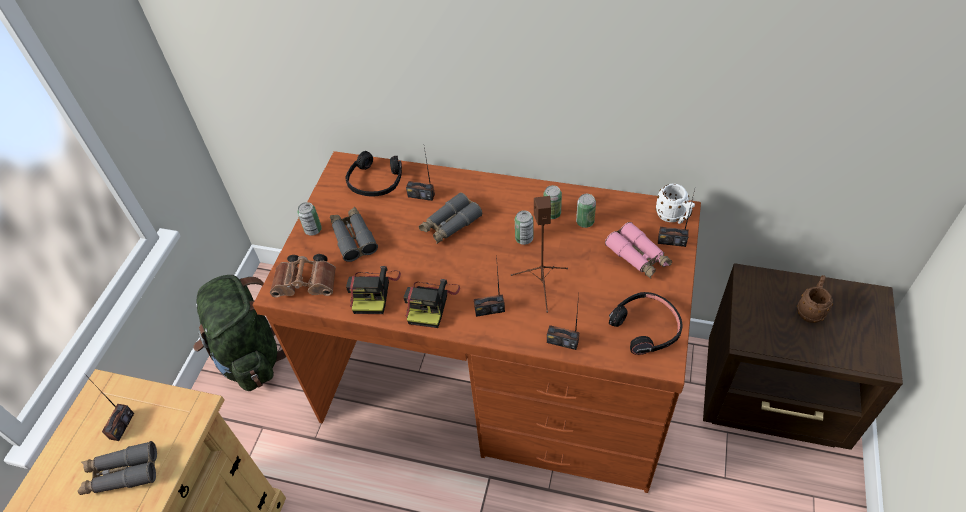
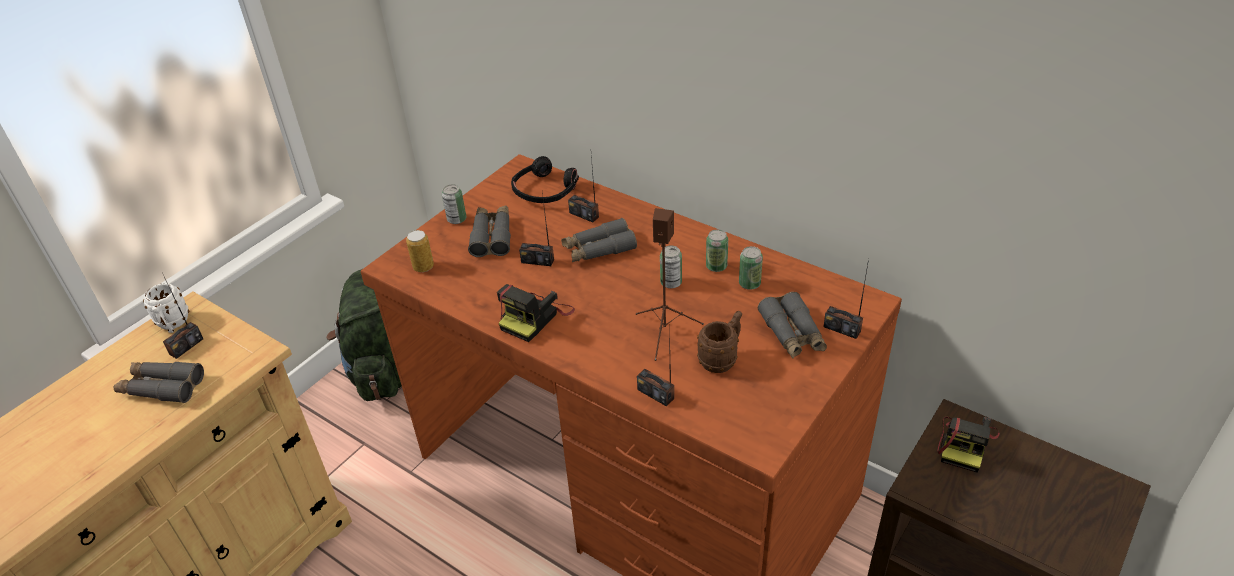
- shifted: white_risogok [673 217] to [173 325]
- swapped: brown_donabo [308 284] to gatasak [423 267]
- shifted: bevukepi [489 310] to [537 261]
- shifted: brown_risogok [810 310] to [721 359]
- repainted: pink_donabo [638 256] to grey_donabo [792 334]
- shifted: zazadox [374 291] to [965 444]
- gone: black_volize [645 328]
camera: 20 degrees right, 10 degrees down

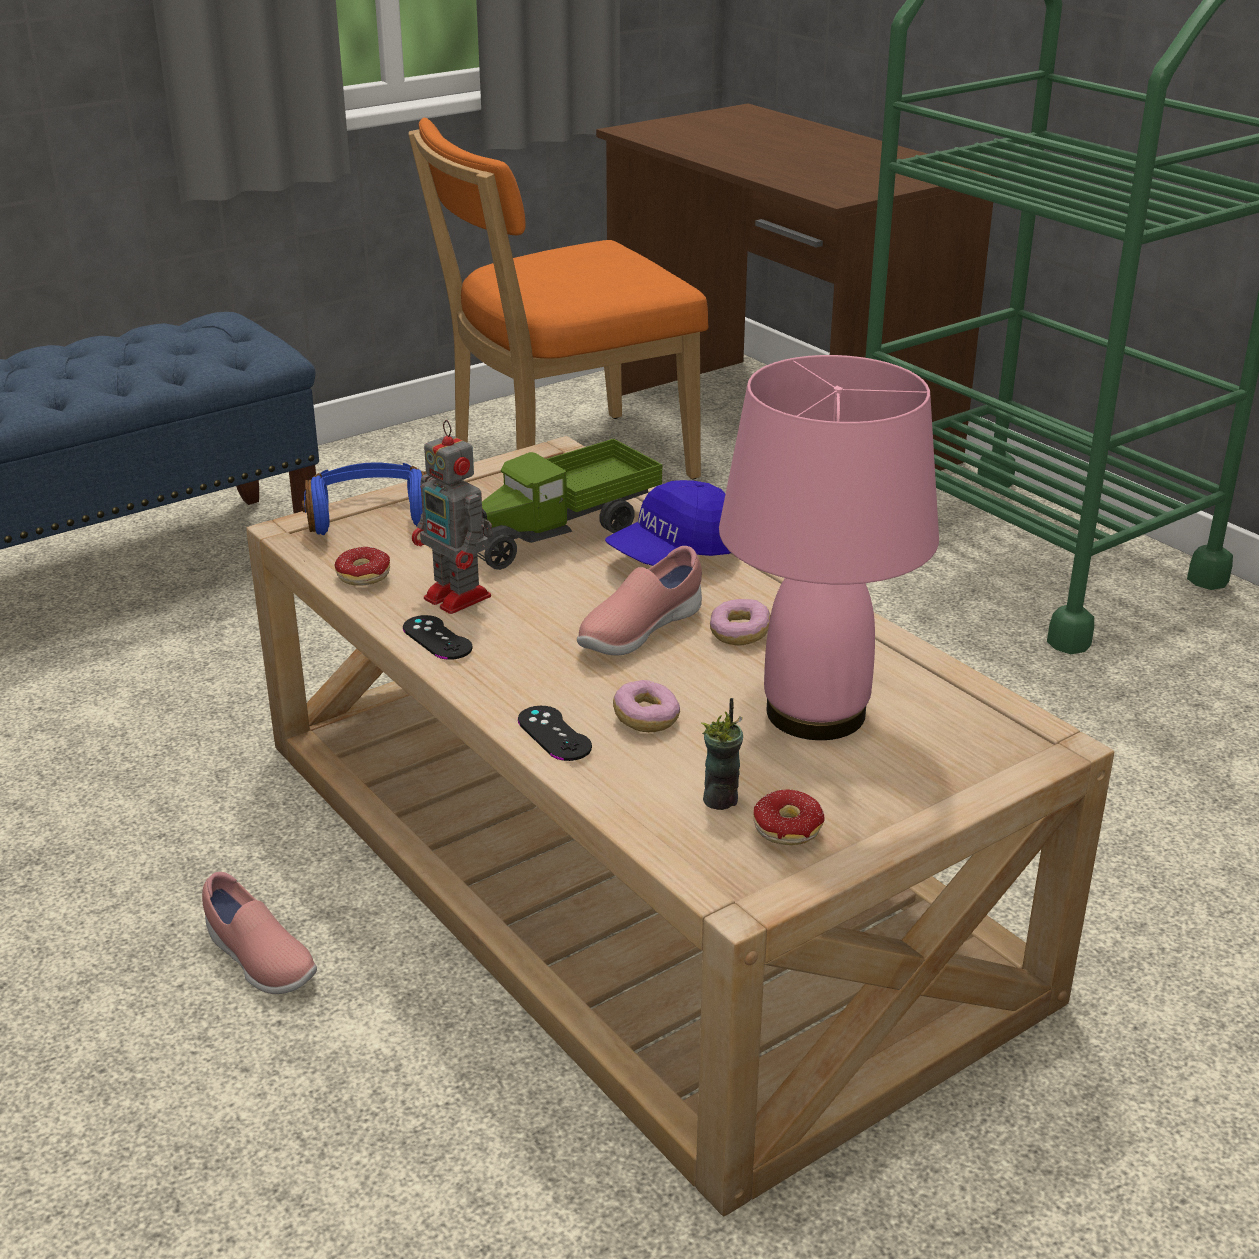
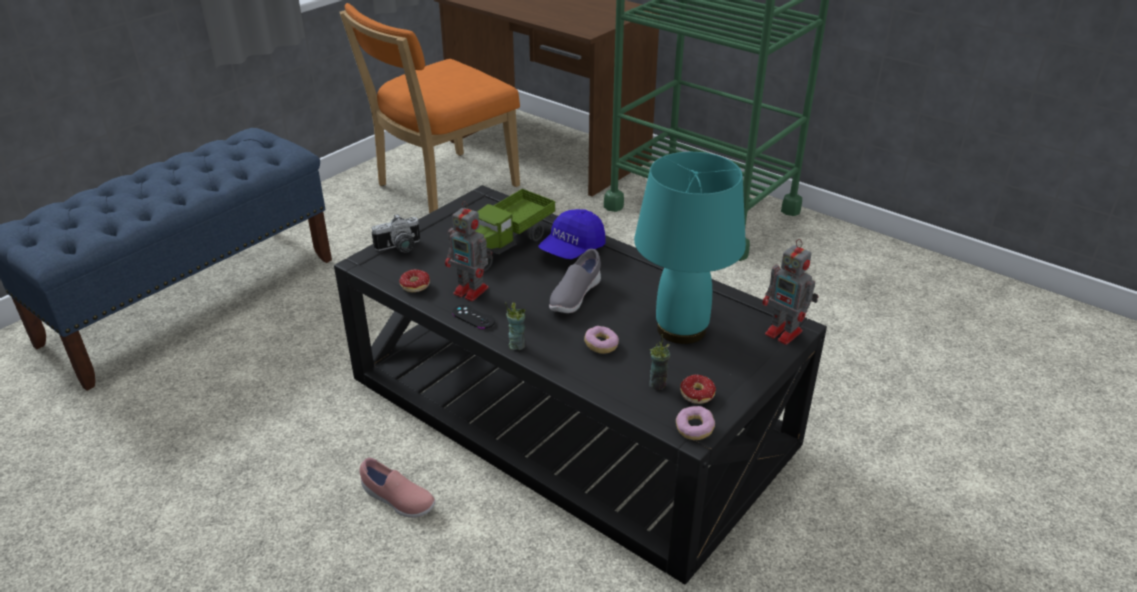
- repainted: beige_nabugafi [634 861] to black_nabugafi [570 409]
- swapped: blue_volize [370 515] to zazadox [400 248]
- new: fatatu [517 345]
- repainted: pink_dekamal [638 632] to grey_dekamal [574 297]
- repainted: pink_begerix [815 714] to turquoise_begerix [681 329]
- shifted: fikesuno [739 634] to [694 429]
- new: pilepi [785 333]
- gone: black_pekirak [554 734]
camera: 15 degrees left, 5 degrees up

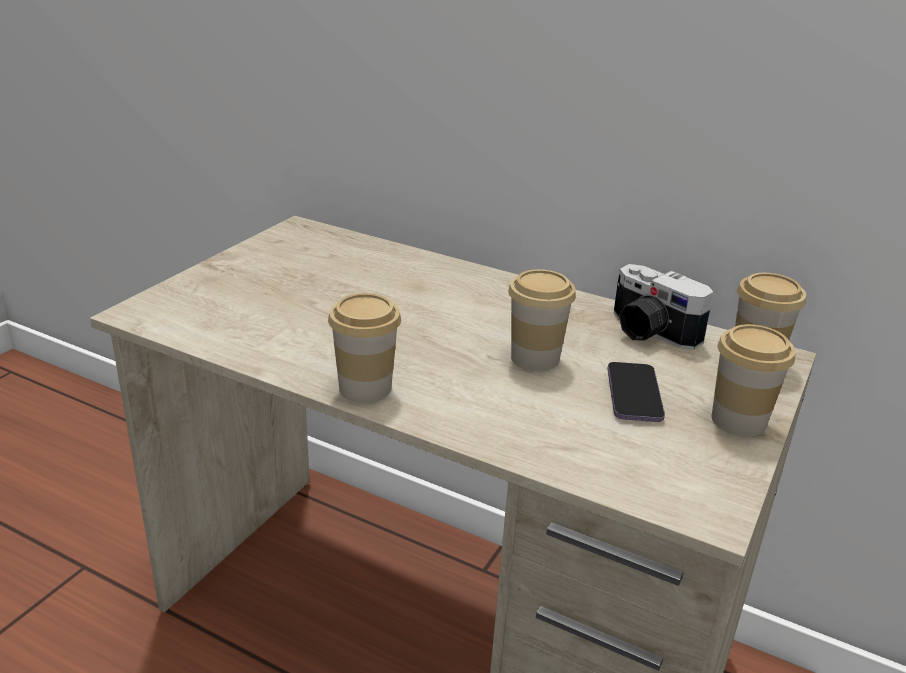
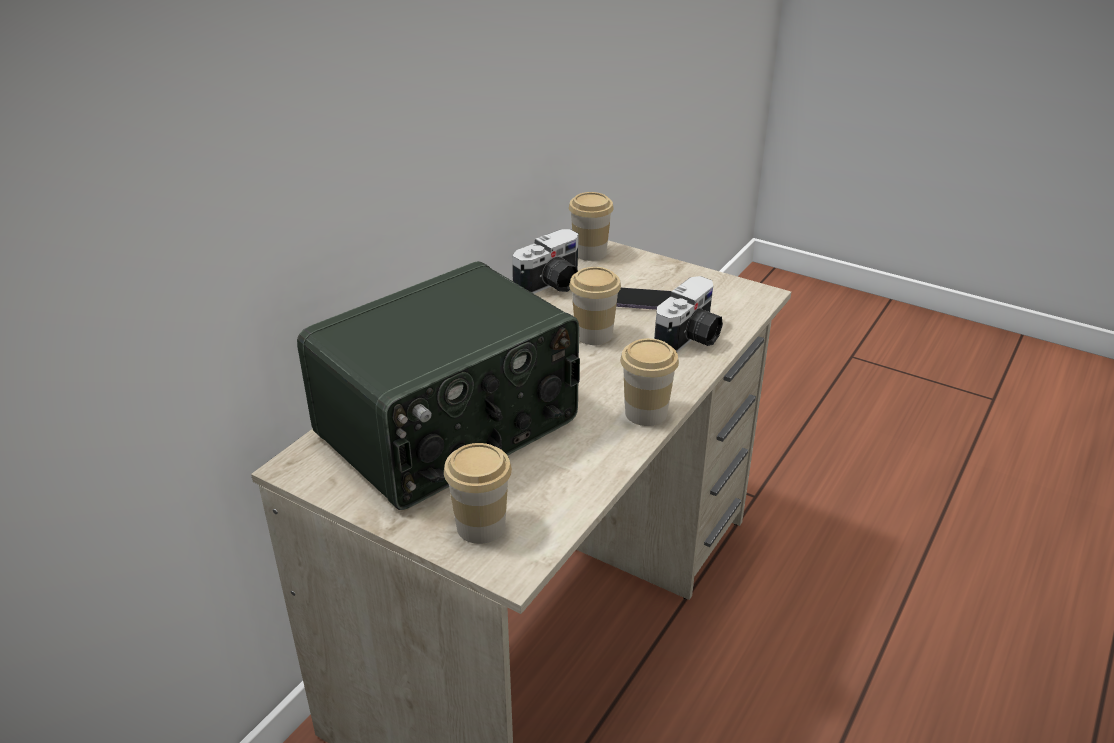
- new: bevukepi [450 430]
- shifted: fatatu [738 421] to [481 526]
- new: zazadox [691 338]
camera: 85 degrees left, 5 degrees up

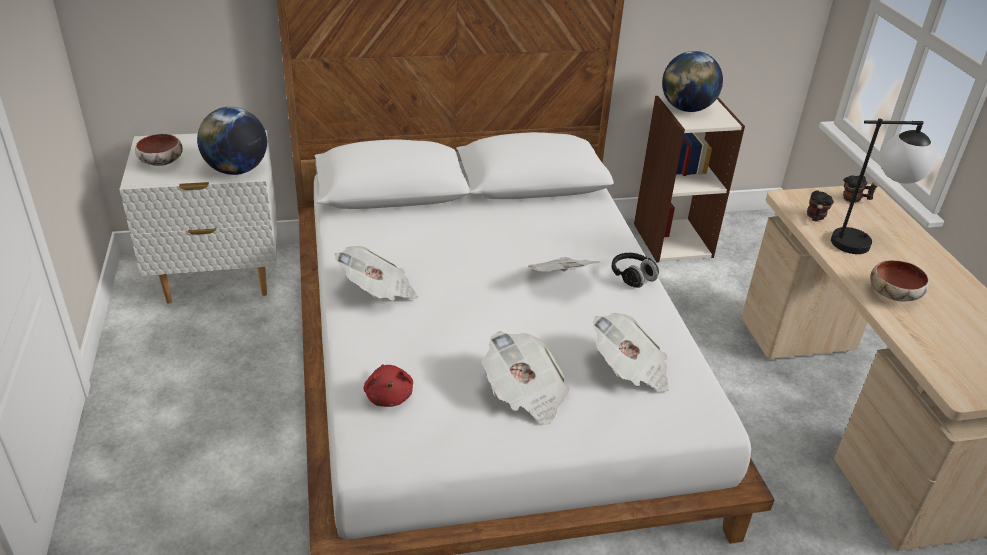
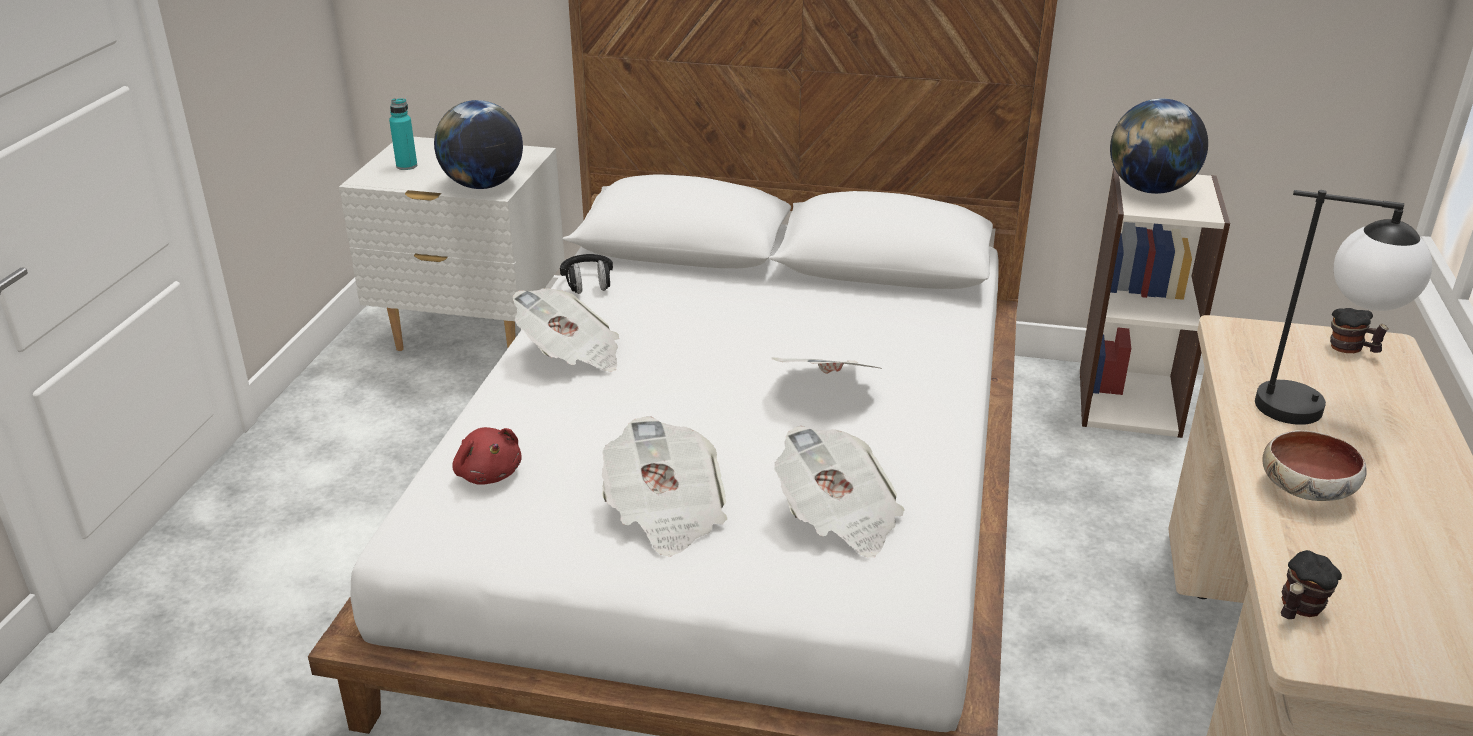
- swapped: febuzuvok [162 163] to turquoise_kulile [406 166]
- rotated: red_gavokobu [389 396] = [488 473] 45 degrees counterclockwise
- shifted: black_volize [632 277] to [588 284]
- shifted: risogok [815 218] to [1298 609]
camera: 25 degrees right, 5 degrees down

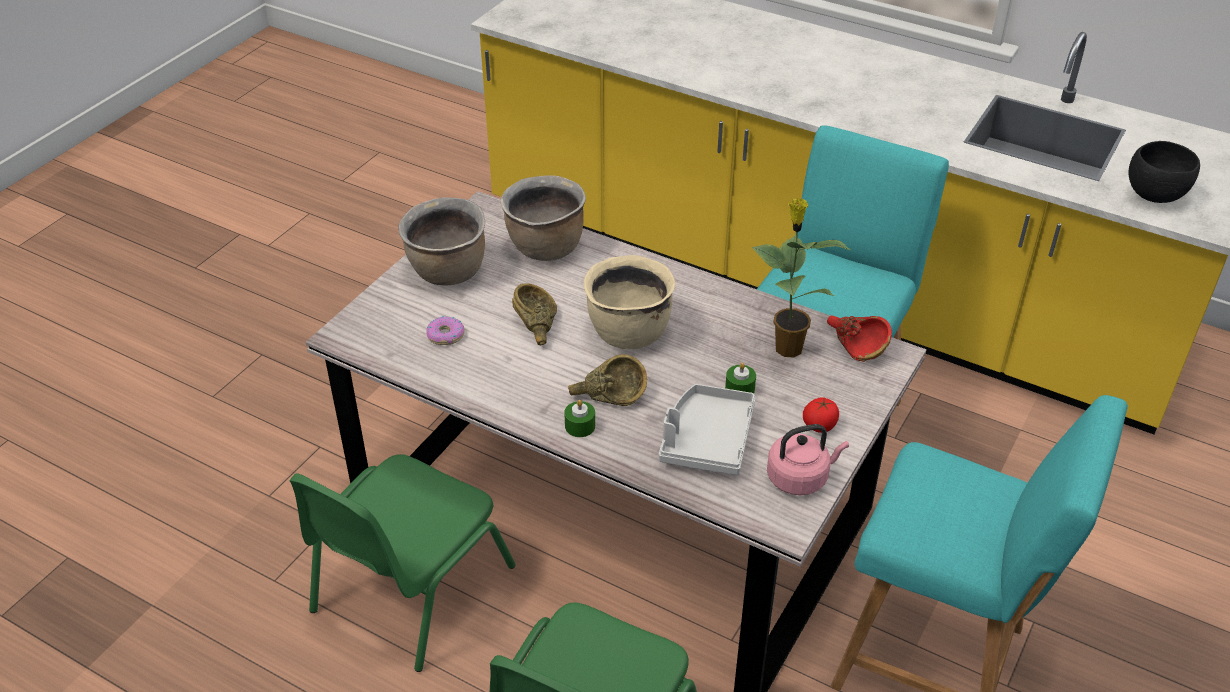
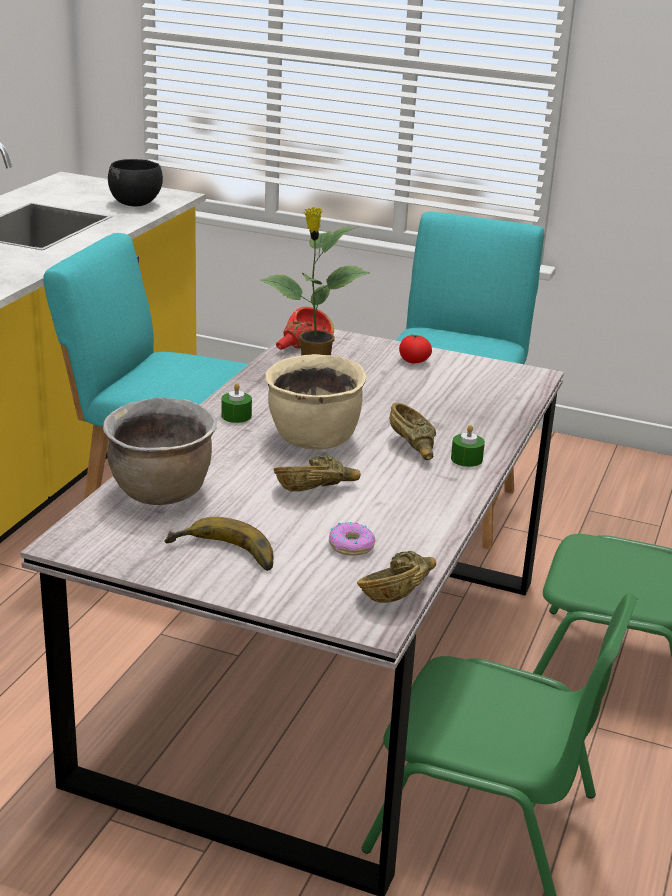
- swapped: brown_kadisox [448 272] to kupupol [222 556]
- shifted: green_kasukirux [740 389] to [236 416]
- new: brown_febuzuvok [398 590]
- gone: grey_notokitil [707 439]
- gone: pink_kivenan [800 477]
camera: 100 degrees left, 15 degrees down

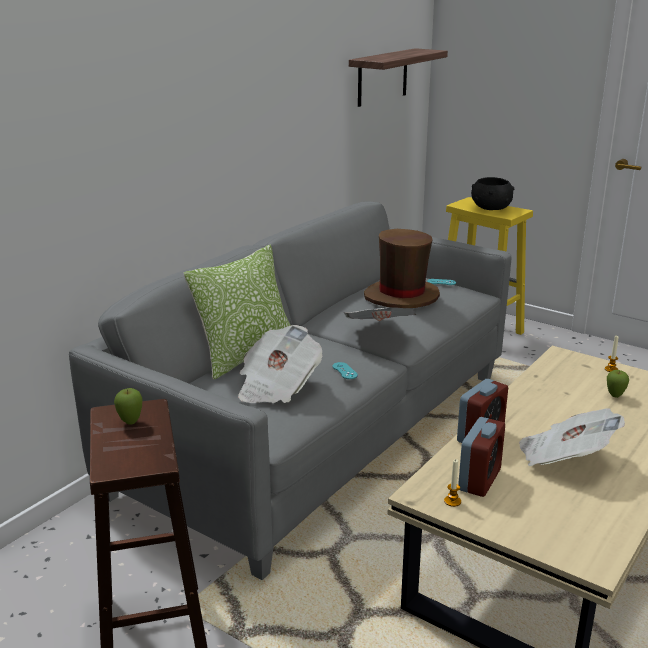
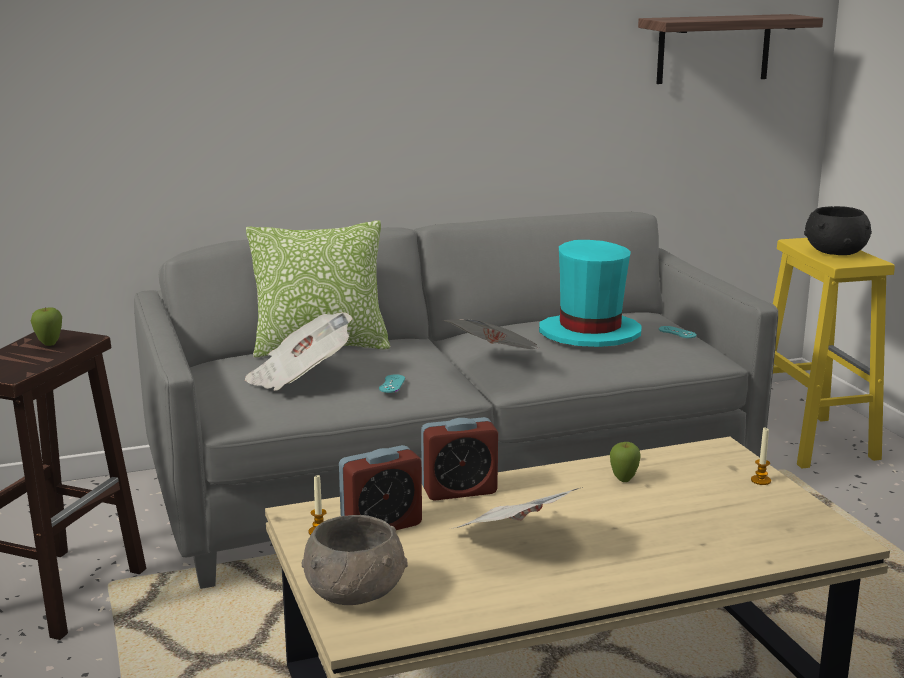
- new: grey_febuzuvok [356 593]
- repainted: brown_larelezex [401 297] to turquoise_larelezex [589 334]
- shifted: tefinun [615 396] to [623 480]
camera: 35 degrees right, 5 degrees down

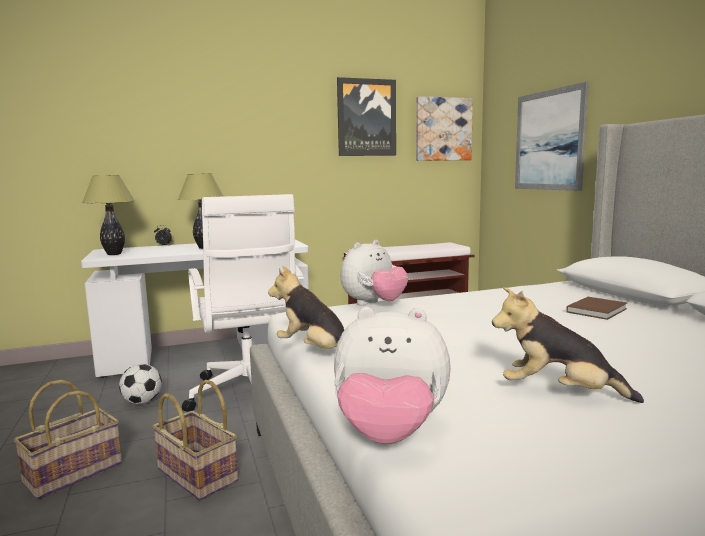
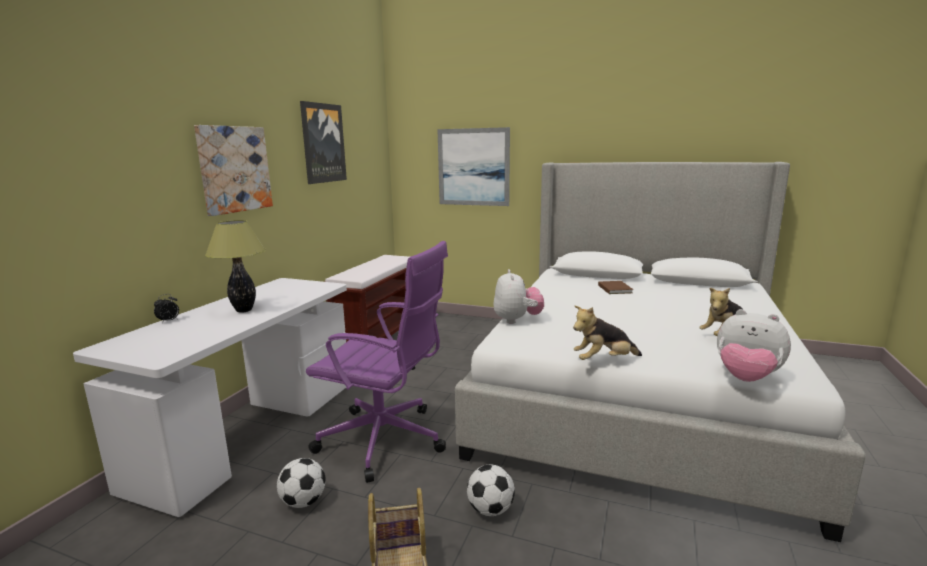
- shifted: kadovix [443 129] to [234 169]
- repainted: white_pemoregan [250 394] to purple_pemoregan [385 441]
- swapped: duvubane [195 475] to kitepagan [490 510]
- rotated: gavokobu [390 433] = [746 378] 75 degrees clockwise
- gone: begerix [113 254]
camera: 50 degrees left, 5 degrees up

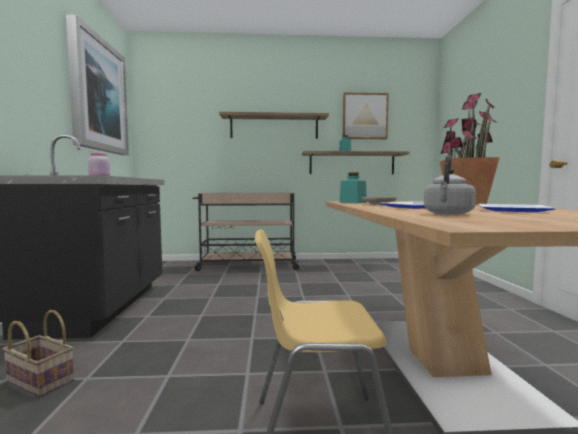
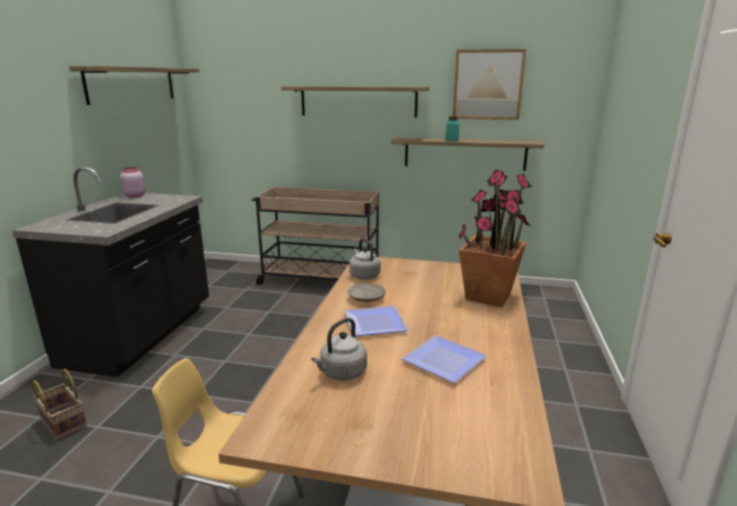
- swapped: kadovix [98 95] to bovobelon [132 84]
- swapped: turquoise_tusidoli [352 202] to grey_kivenan [364 275]
camera: 15 degrees right, 15 degrees up

